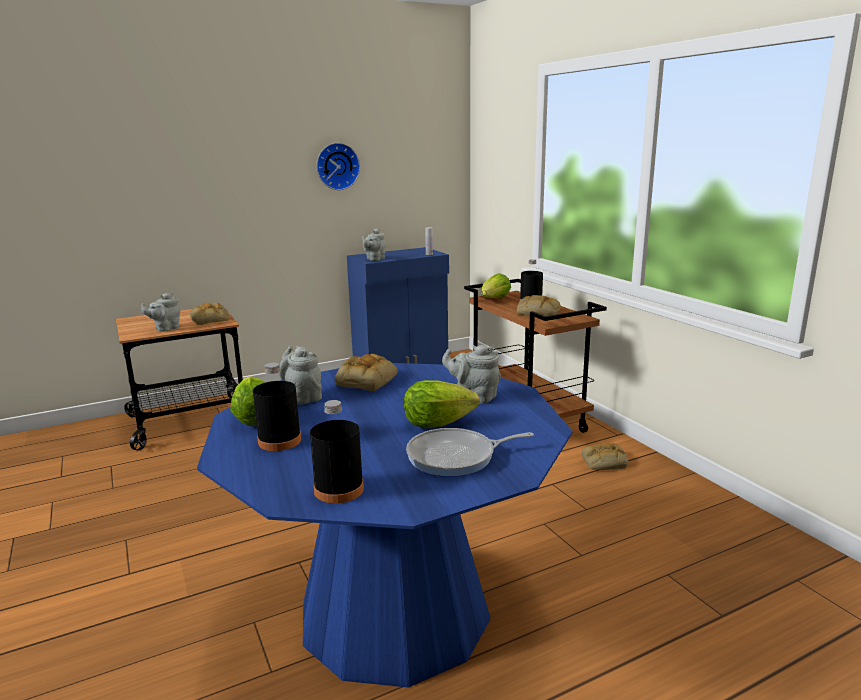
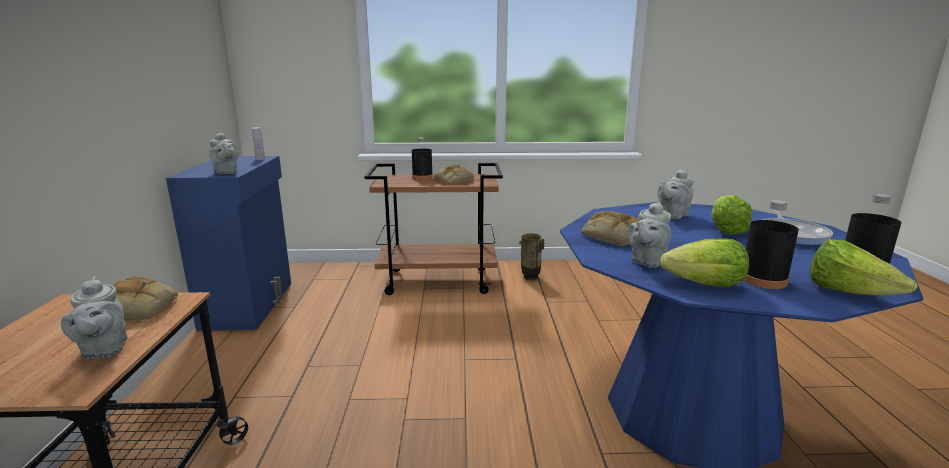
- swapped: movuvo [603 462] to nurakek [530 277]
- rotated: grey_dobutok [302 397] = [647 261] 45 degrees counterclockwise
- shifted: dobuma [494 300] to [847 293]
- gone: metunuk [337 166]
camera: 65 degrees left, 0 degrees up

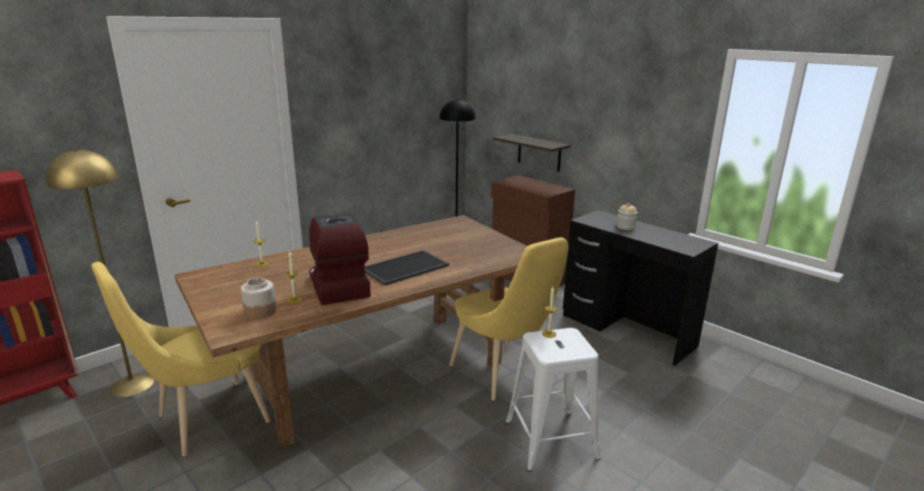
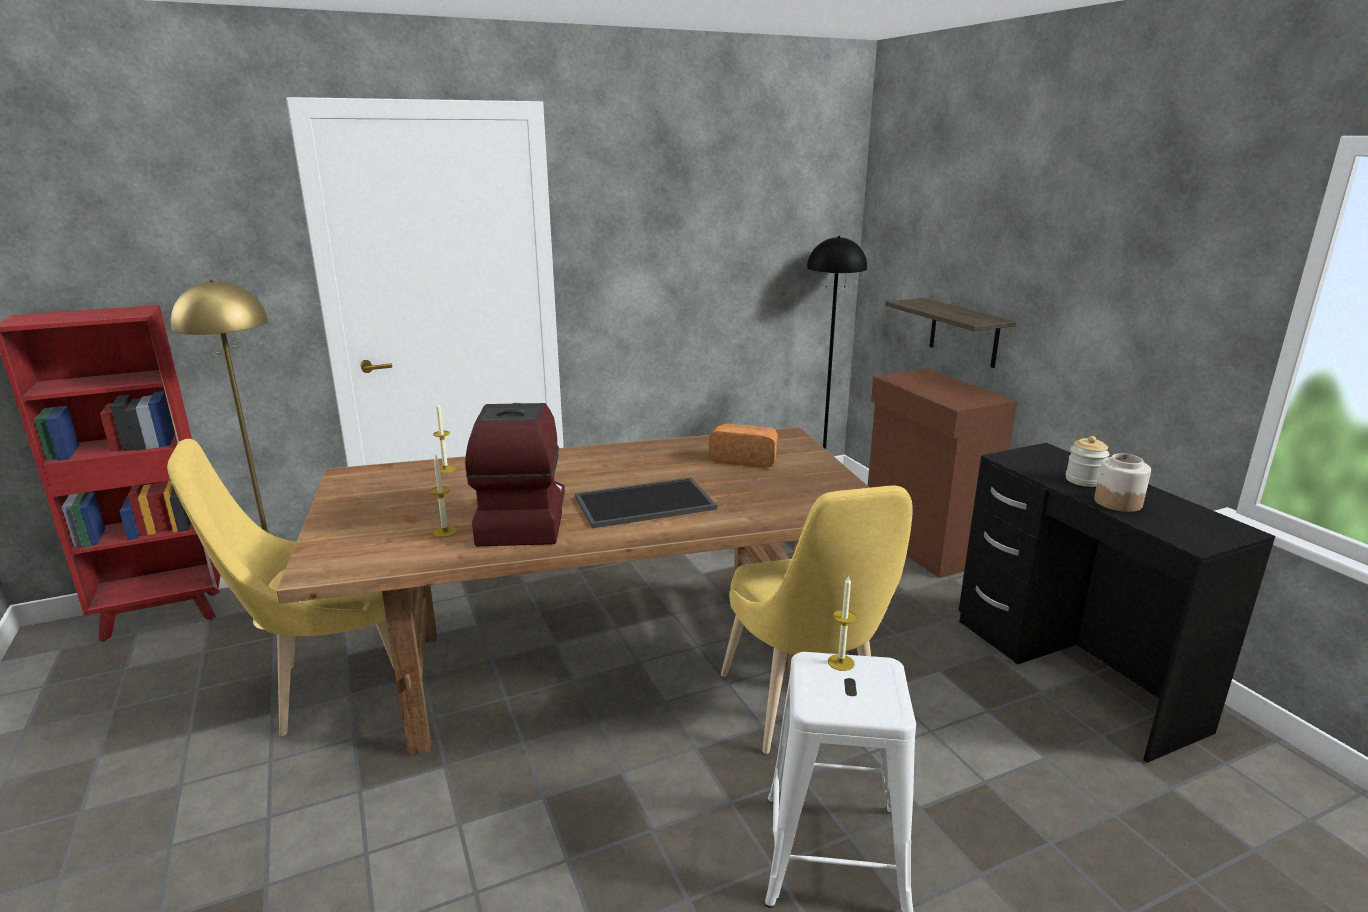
- new: movuvo [744 459]
- shifted: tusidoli [260 311] to [1117 502]
camera: 20 degrees right, 0 degrees up

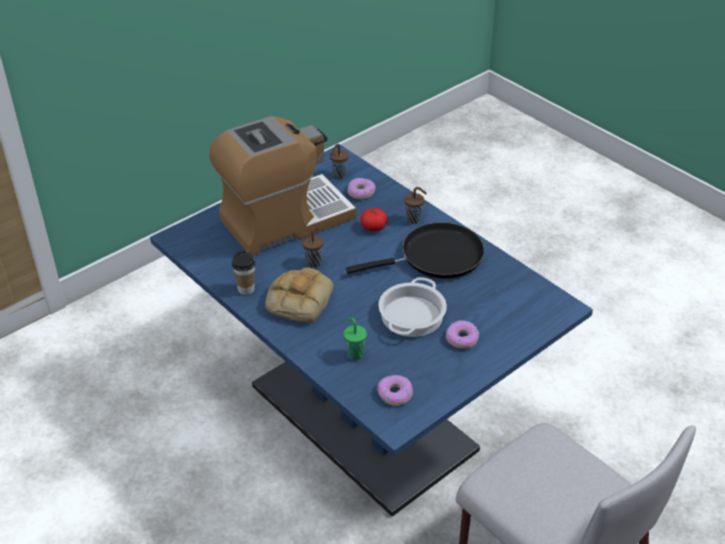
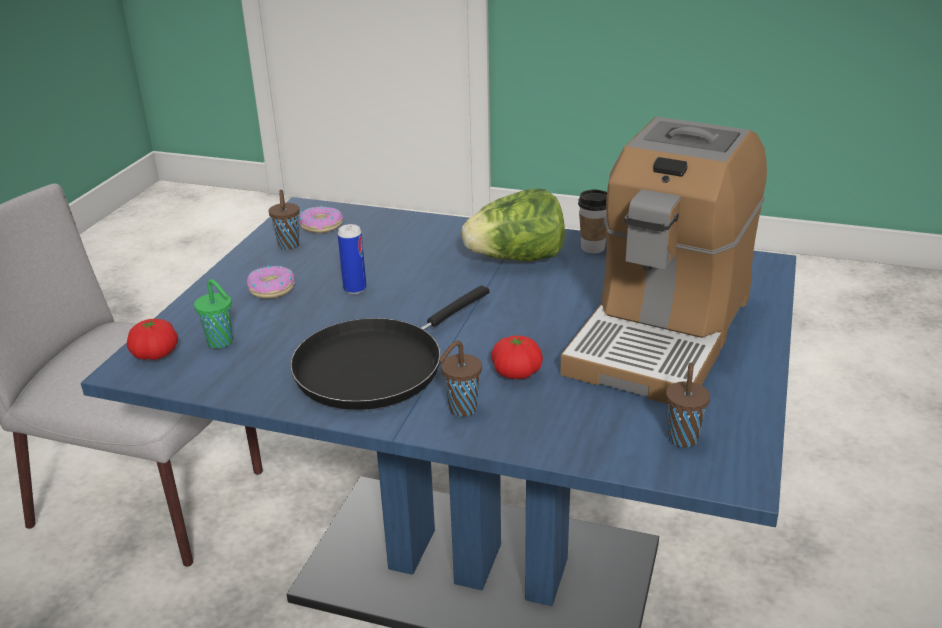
- new: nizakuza [155 354]
- shifted: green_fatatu [354 354] to [221 343]
- shifted: brown_fatatu [314 262] to [288 246]
- swapped: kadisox [412 316] to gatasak [355 289]
- swapped: movuvo [299 299] to dobuma [516 259]
- gone: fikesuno [361 192]
camera: 150 degrees right, 10 degrees down

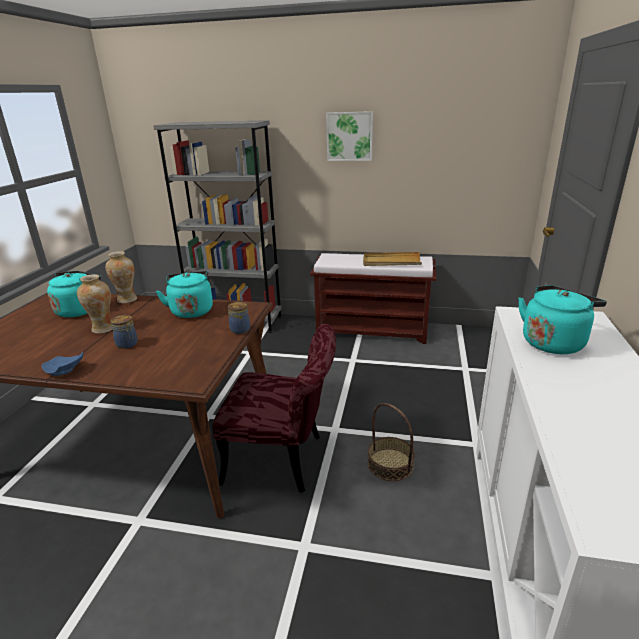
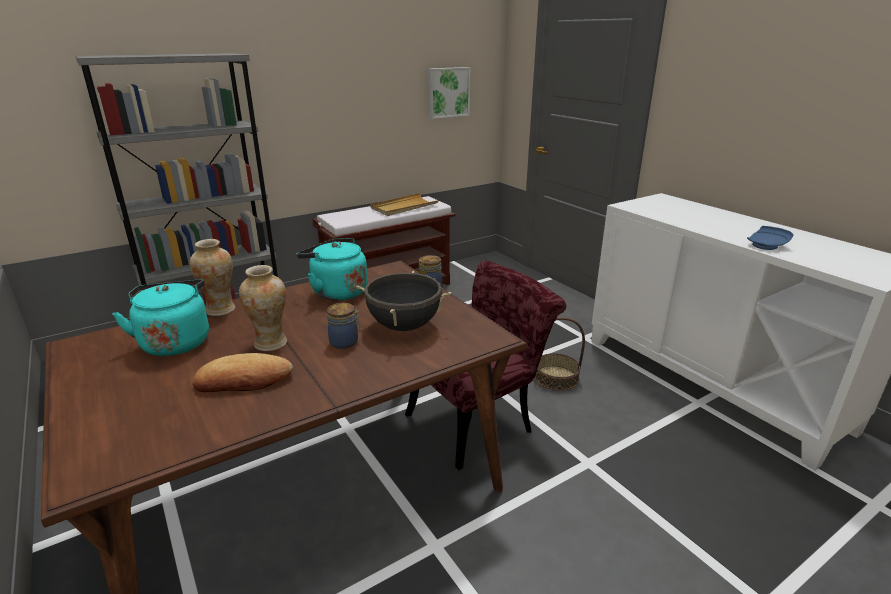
- new: movuvo [243 380]
- new: black_kadisox [404 326]
- shifted: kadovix [349 136] to [448 92]
- shifted: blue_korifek [64 371] to [767 246]
- gone: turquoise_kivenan [554 342]
camera: 45 degrees left, 0 degrees up

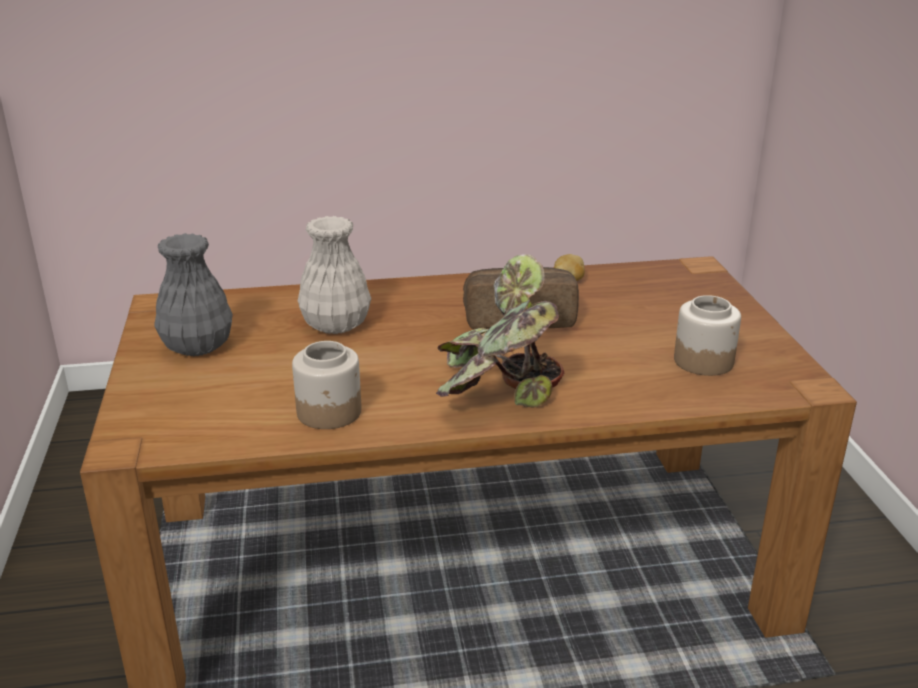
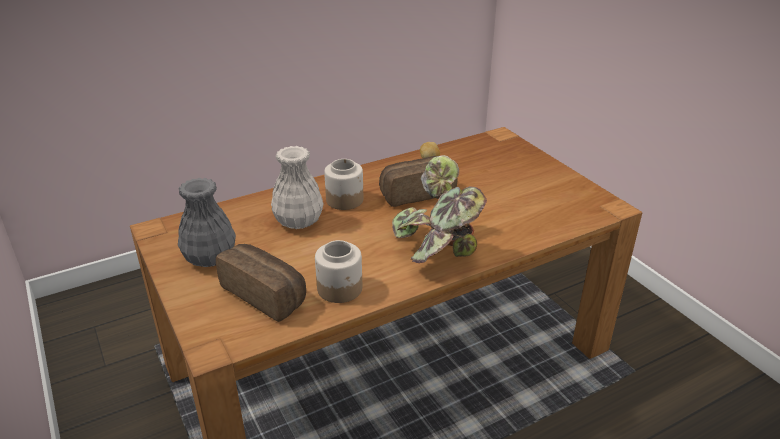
- new: movuvo [266 294]
- shifted: tusidoli [703 361] to [344 200]
camera: 20 degrees left, 5 degrees up

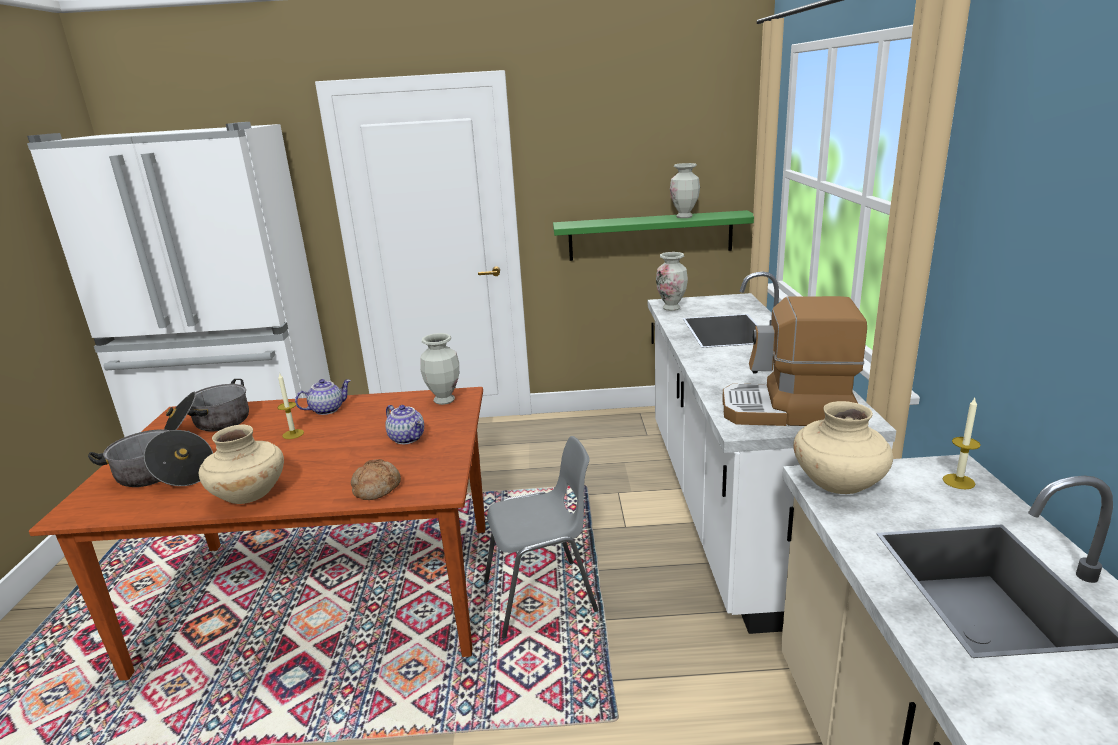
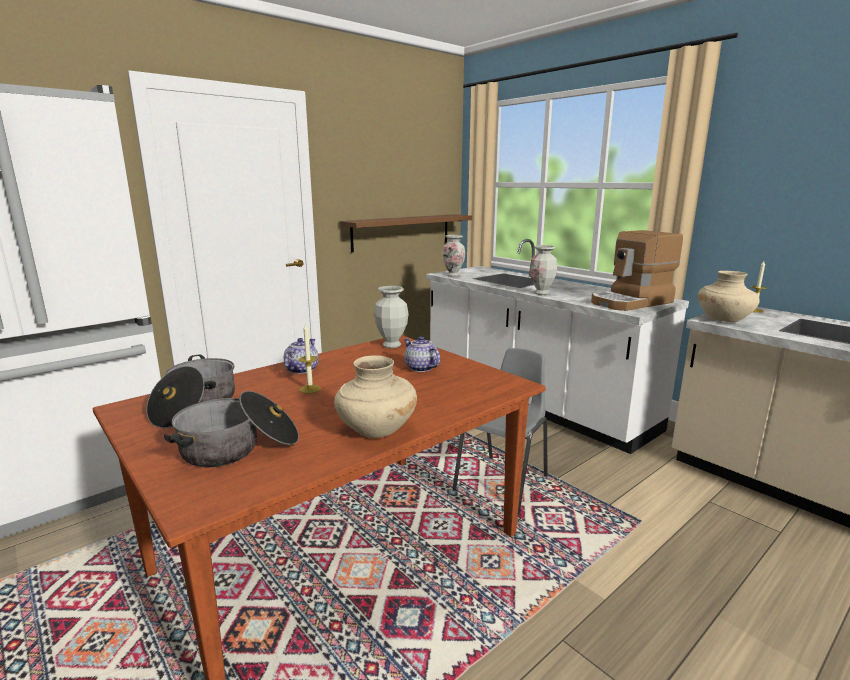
- repainted: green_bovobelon [650 236] to brown_bovobelon [402 232]
- rotated: dobutok [408 438] = [420 368] 135 degrees counterclockwise
- shifted: nurakek [684 217] to [541 293]
- gone: movuvo [376 488]
camera: 40 degrees left, 5 degrees down

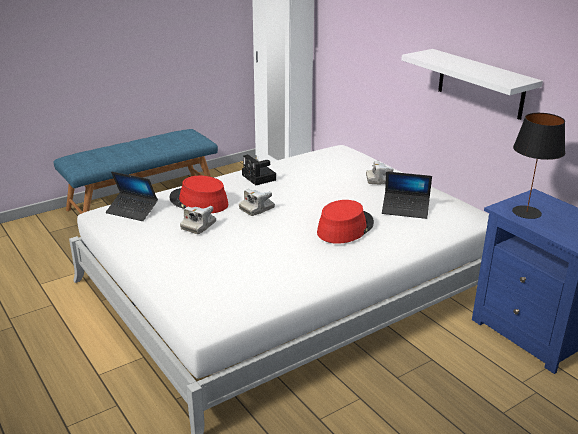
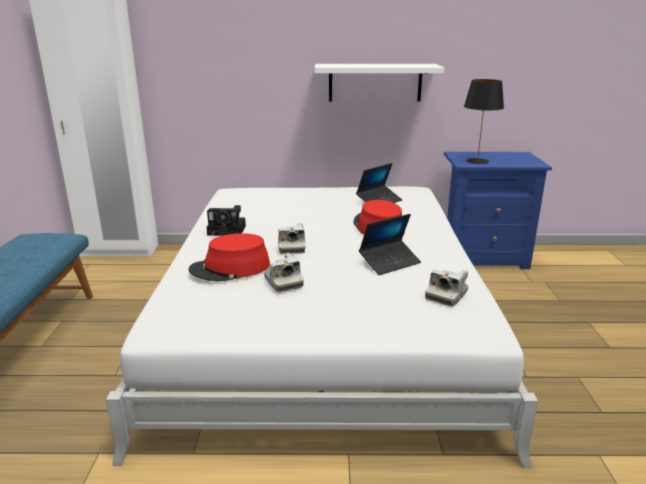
- shifted: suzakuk [132 211] to [389 262]
- shifted: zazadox [380 180] to [446 295]
camera: 55 degrees left, 5 degrees down

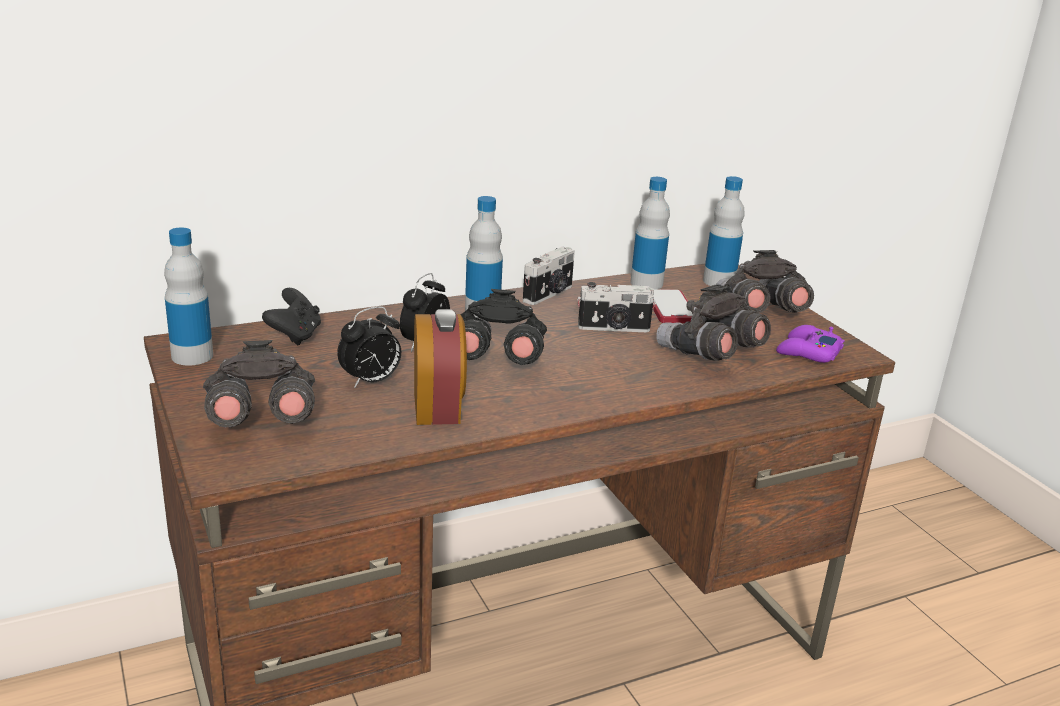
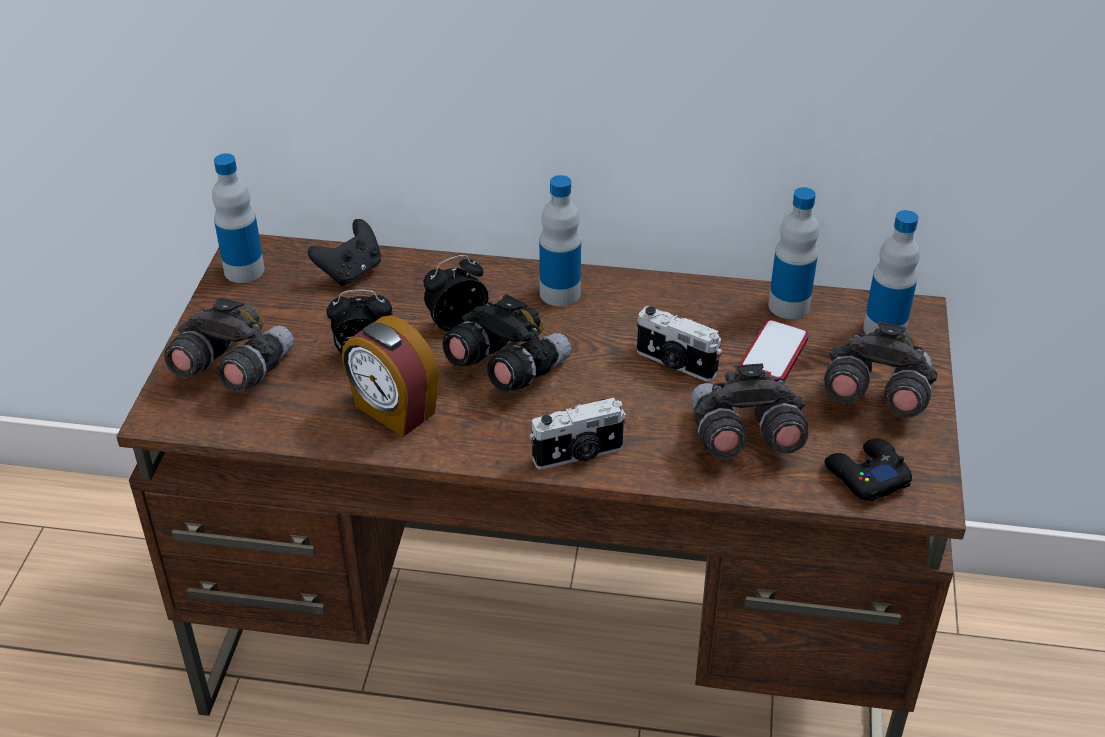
- rotated: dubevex [438 407] = [393 411] 105 degrees clockwise
- shifted: zazadox [549 294] to [579 455]
- repainted: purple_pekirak [807 352] to black_pekirak [866 476]
camera: 35 degrees right, 15 degrees up

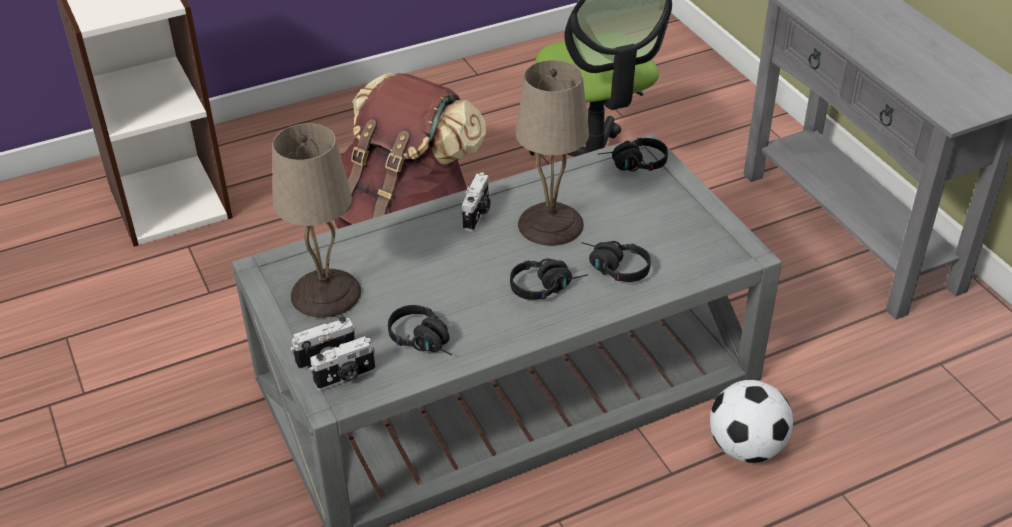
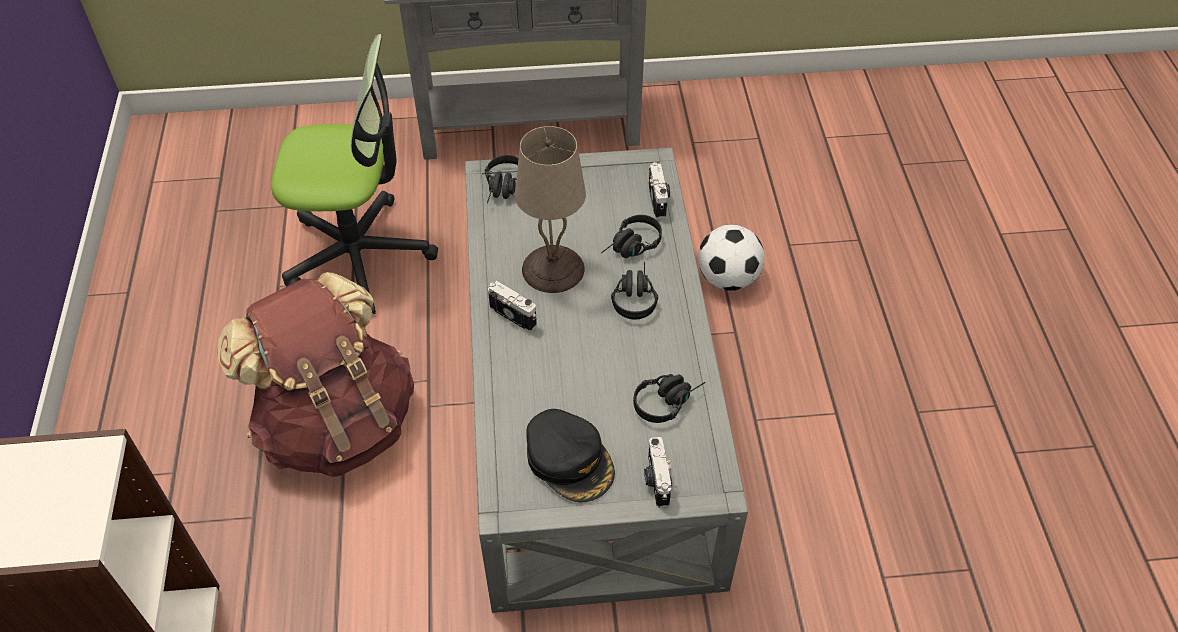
- swapped: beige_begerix [327 293] to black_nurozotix [570 460]
- shifted: zazadox [346 377] to [658 200]
camera: 70 degrees left, 10 degrees up

